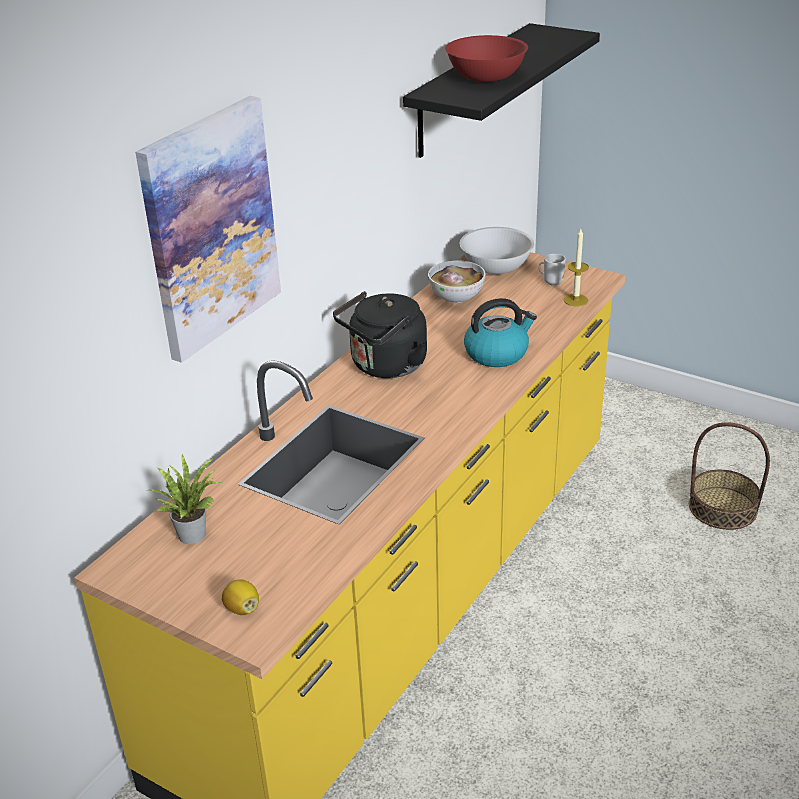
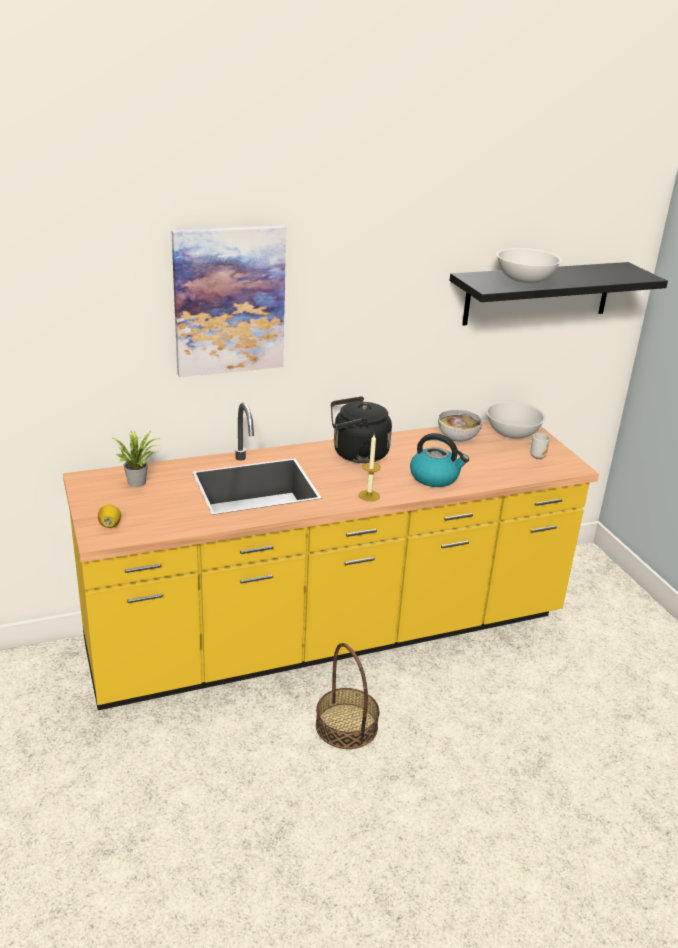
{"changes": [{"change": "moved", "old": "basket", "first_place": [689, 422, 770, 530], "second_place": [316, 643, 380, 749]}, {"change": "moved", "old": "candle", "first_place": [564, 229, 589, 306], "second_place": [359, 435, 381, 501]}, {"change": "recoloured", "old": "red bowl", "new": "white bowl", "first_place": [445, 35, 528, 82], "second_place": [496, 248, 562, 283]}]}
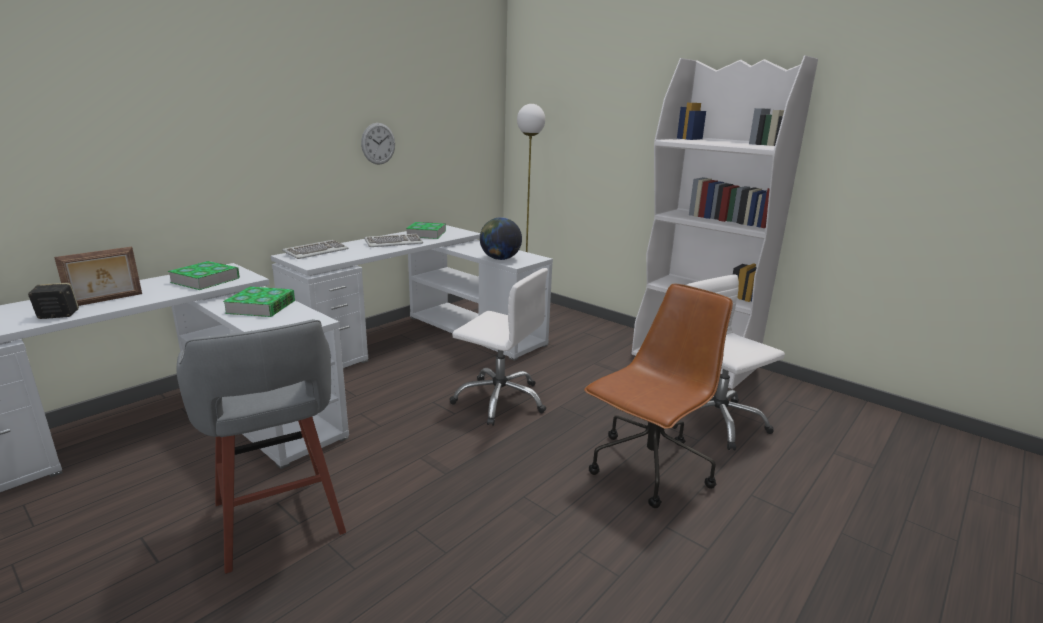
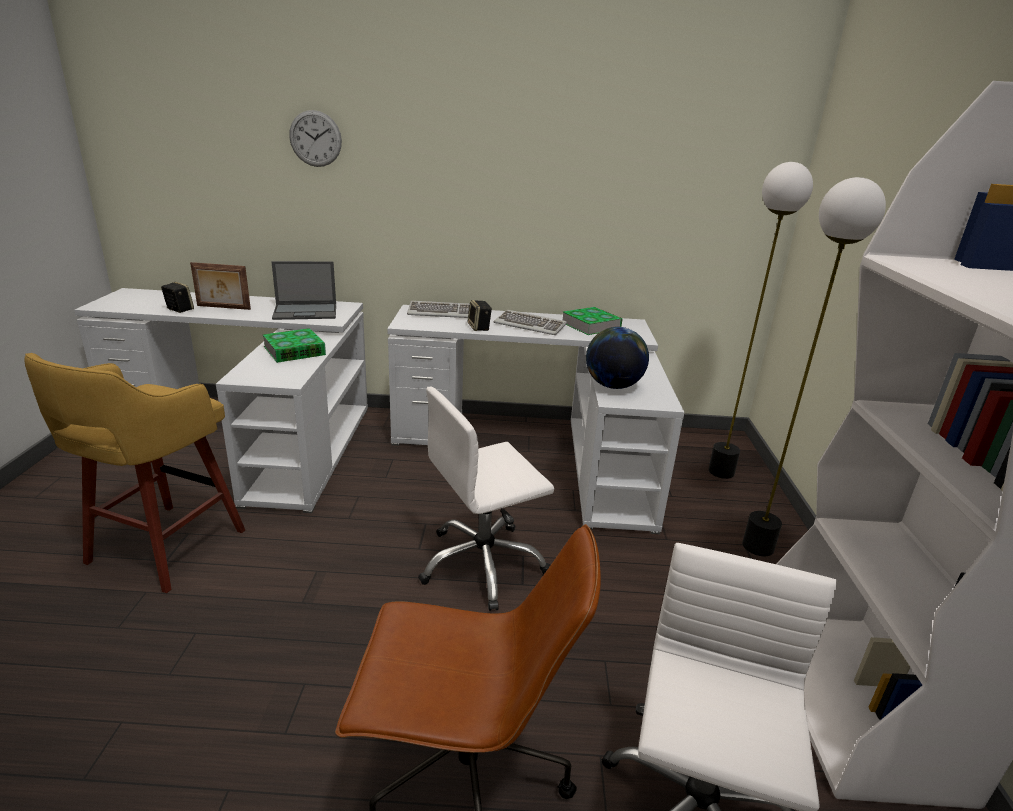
{"changes": [{"change": "recoloured", "old": "grey stool", "new": "yellow stool", "first_place": [177, 319, 346, 574], "second_place": [24, 353, 245, 593]}, {"change": "replaced", "old": "book", "new": "laptop", "first_place": [168, 261, 240, 290], "second_place": [271, 261, 336, 320]}, {"change": "moved", "old": "wall clock", "first_place": [361, 123, 395, 165], "second_place": [289, 110, 342, 167]}, {"change": "turned", "old": "white office chair", "first_place": [450, 268, 548, 426], "second_place": [418, 387, 554, 611], "degrees": 75}, {"change": "added", "new": "speaker", "second_place": [468, 300, 492, 331]}, {"change": "added", "new": "floor lamp", "second_place": [742, 177, 886, 556]}]}
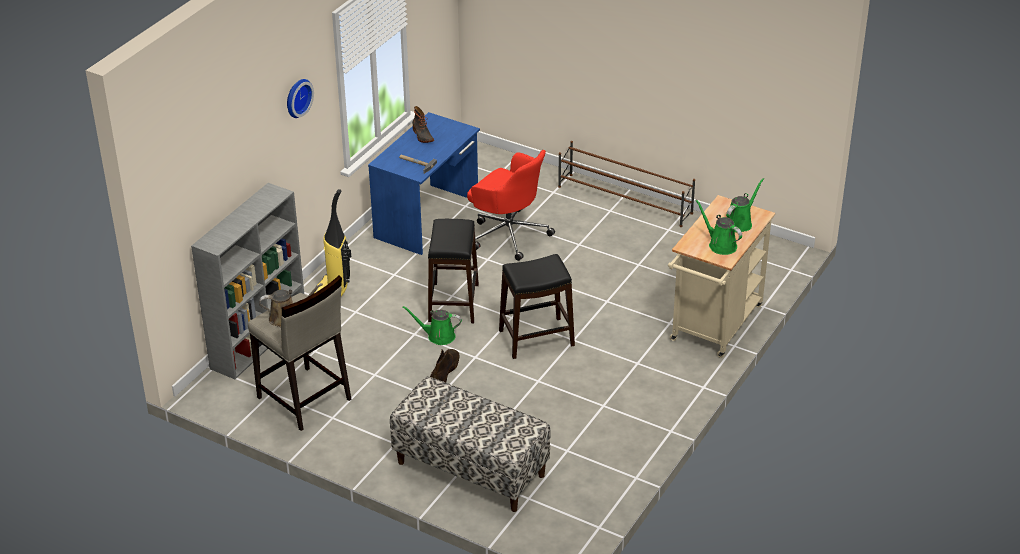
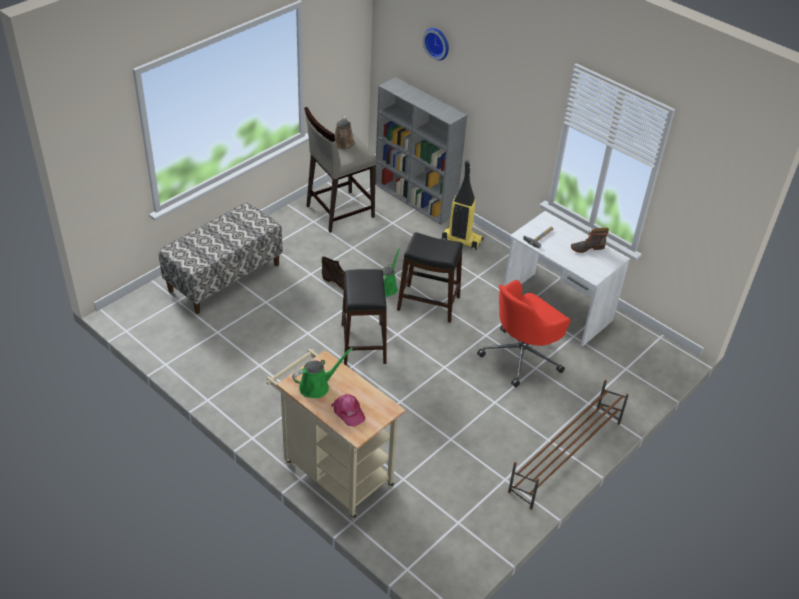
{"changes": [{"change": "replaced", "old": "green watering can", "new": "pink cap", "first_place": [726, 178, 764, 232], "second_place": [332, 394, 365, 426]}, {"change": "moved", "old": "wall clock", "first_place": [287, 79, 314, 118], "second_place": [423, 28, 449, 61]}, {"change": "recoloured", "old": "blue desk", "new": "white desk", "first_place": [368, 112, 480, 255], "second_place": [504, 211, 630, 347]}]}
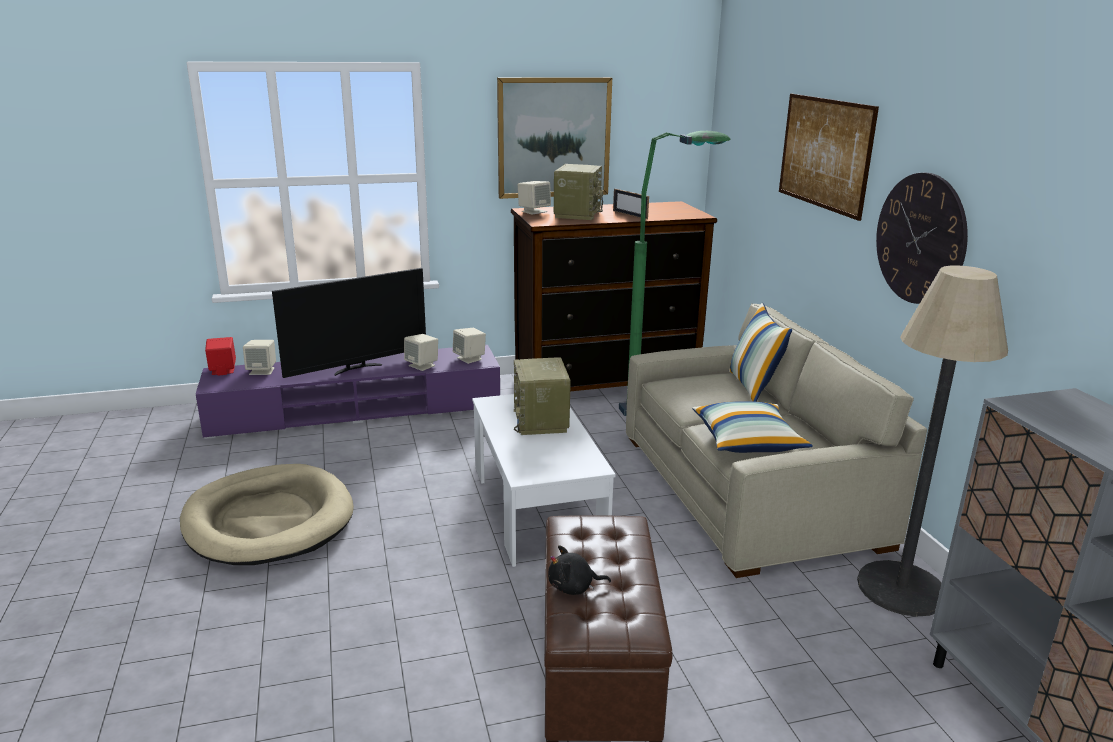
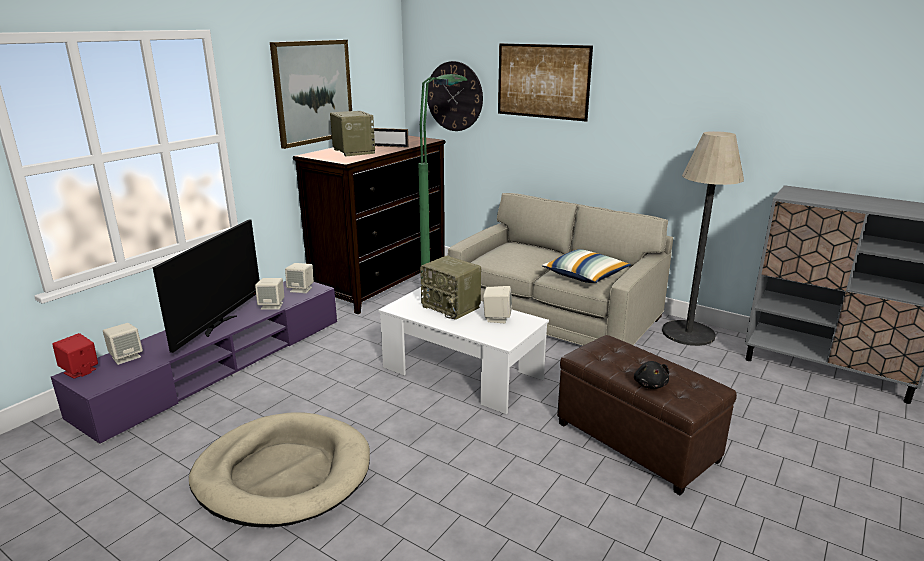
{"changes": [{"change": "moved", "old": "wall clock", "first_place": [876, 173, 968, 304], "second_place": [427, 61, 483, 131]}, {"change": "moved", "old": "beige speaker", "first_place": [518, 181, 551, 215], "second_place": [483, 286, 512, 323]}, {"change": "turned", "old": "black plush toy", "first_place": [548, 545, 611, 595], "second_place": [634, 361, 669, 389], "degrees": -45}, {"change": "removed", "old": "pillow", "first_place": [729, 303, 792, 402]}]}
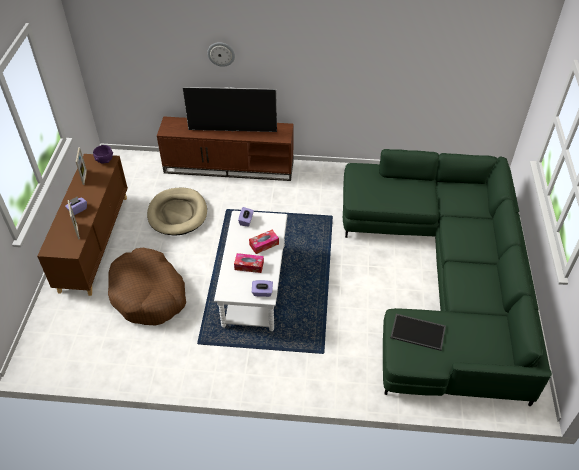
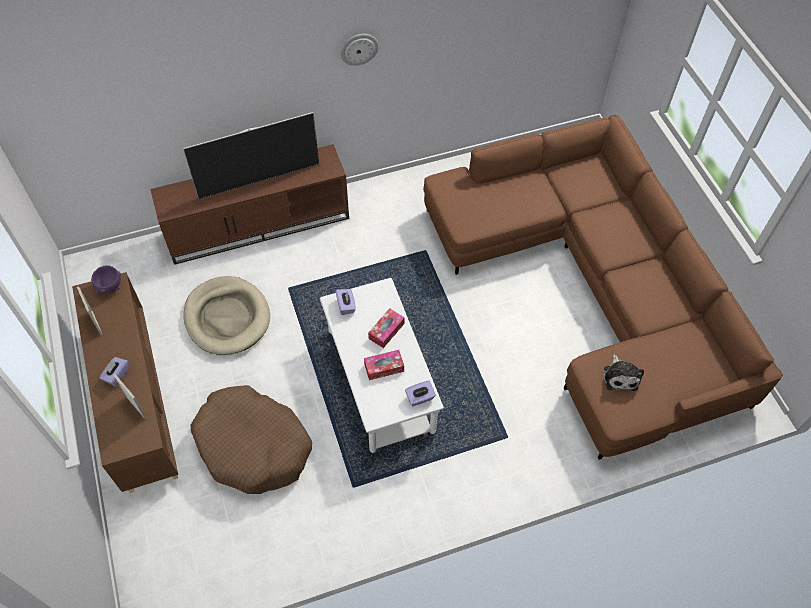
{"changes": [{"change": "moved", "old": "wall clock", "first_place": [207, 42, 235, 67], "second_place": [341, 34, 379, 66]}, {"change": "recoloured", "old": "green sofa", "new": "brown sofa", "first_place": [343, 149, 552, 406], "second_place": [423, 115, 783, 460]}, {"change": "replaced", "old": "tray", "new": "plush toy", "first_place": [390, 314, 446, 351], "second_place": [604, 354, 644, 391]}]}
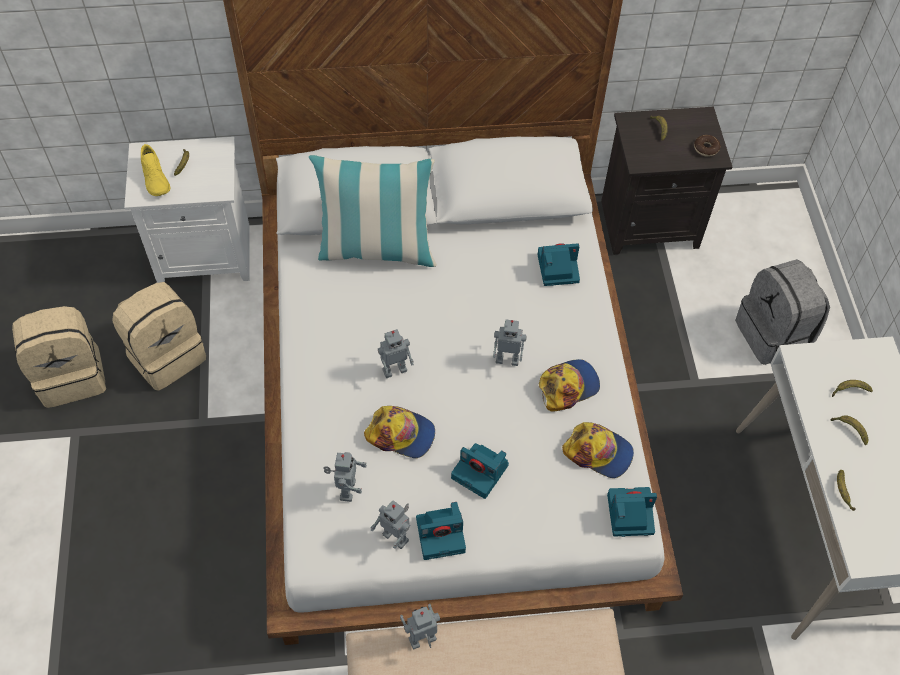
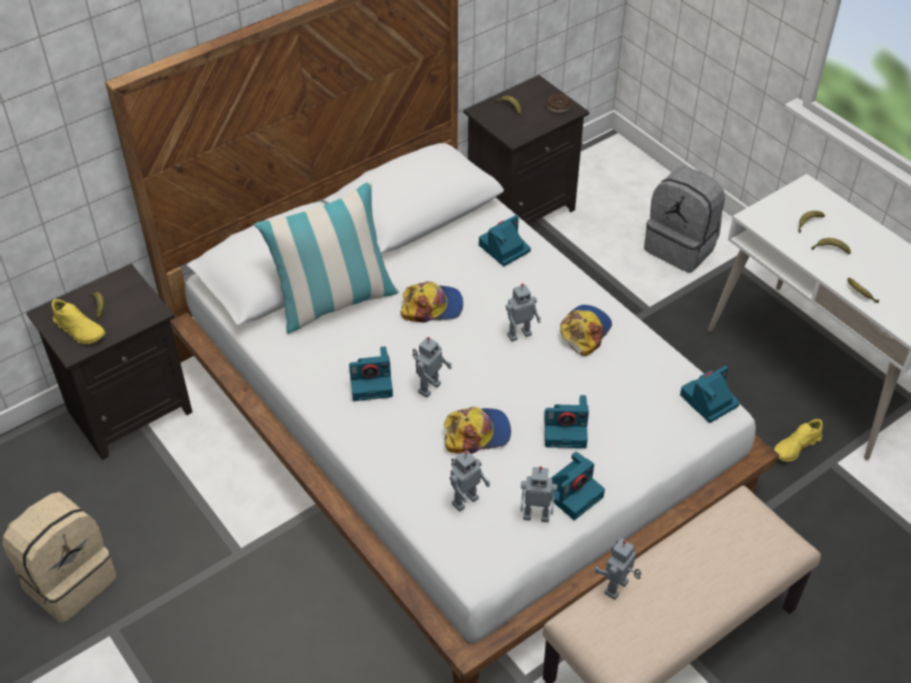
{"changes": [{"change": "recoloured", "old": "white nightstand", "new": "black nightstand", "first_place": [124, 137, 250, 283], "second_place": [26, 264, 192, 460]}, {"change": "added", "new": "photo camera", "second_place": [349, 346, 393, 401]}, {"change": "moved", "old": "cap", "first_place": [562, 422, 634, 478], "second_place": [400, 281, 463, 323]}, {"change": "turned", "old": "toy robot", "first_place": [323, 452, 367, 502], "second_place": [450, 450, 490, 511], "degrees": 75}, {"change": "added", "new": "yellow shoe", "second_place": [774, 419, 823, 462]}, {"change": "removed", "old": "beige backpack", "first_place": [112, 282, 206, 391]}]}
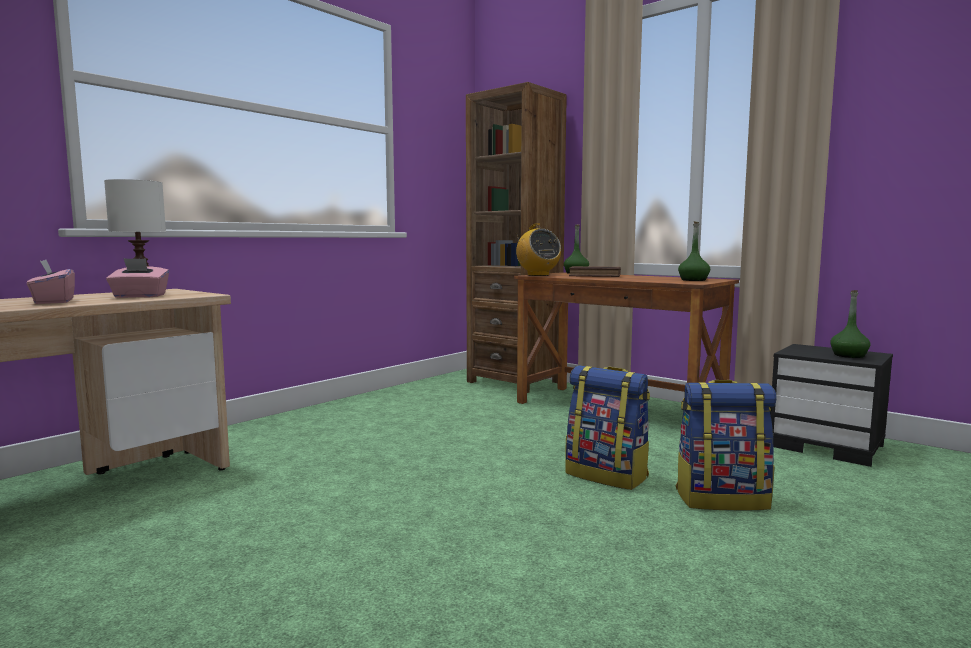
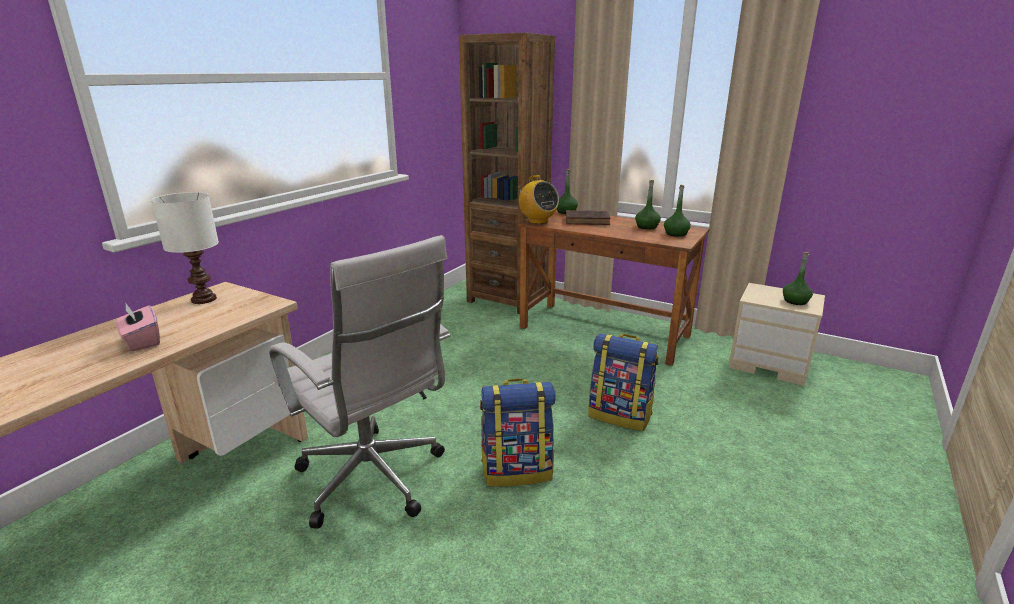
{"changes": [{"change": "added", "new": "white office chair", "second_place": [269, 235, 450, 529]}, {"change": "moved", "old": "backpack", "first_place": [676, 380, 776, 511], "second_place": [480, 378, 556, 487]}, {"change": "added", "new": "green bottle", "second_place": [635, 180, 661, 229]}, {"change": "recoloured", "old": "black nightstand", "new": "beige nightstand", "first_place": [770, 344, 893, 467], "second_place": [729, 283, 825, 386]}, {"change": "removed", "old": "pink tissue box", "first_place": [106, 258, 169, 298]}]}
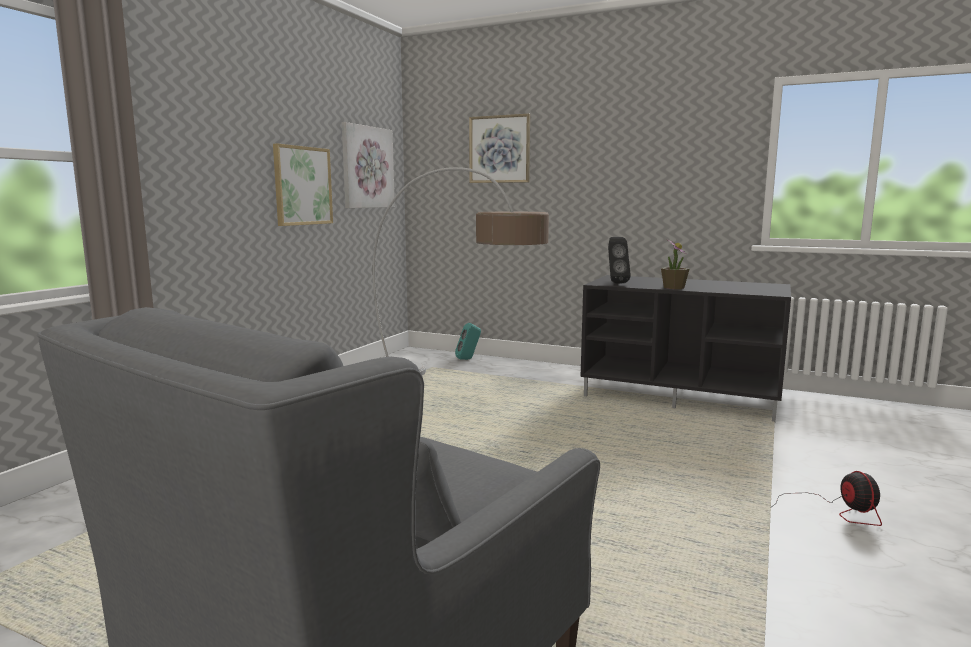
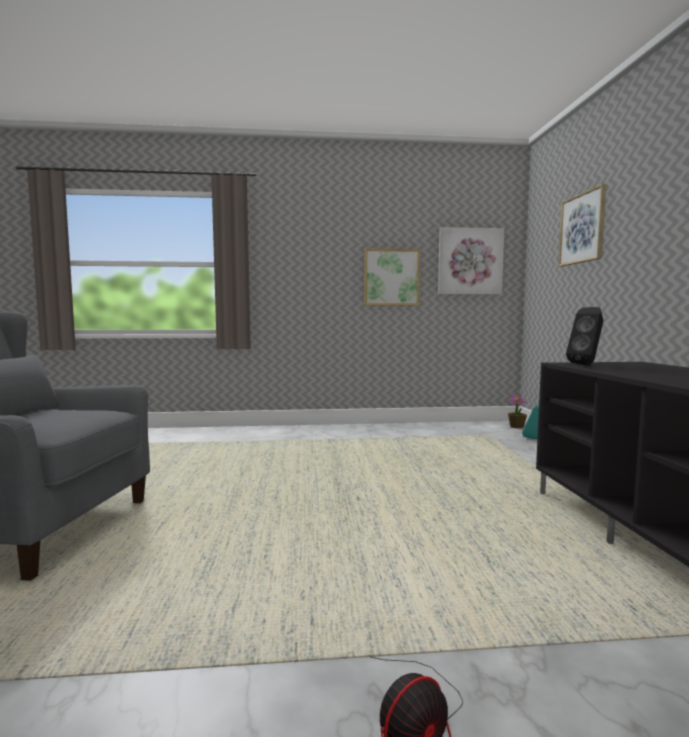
{"changes": [{"change": "moved", "old": "potted plant", "first_place": [661, 239, 689, 289], "second_place": [508, 394, 527, 428]}, {"change": "removed", "old": "floor lamp", "first_place": [373, 167, 549, 375]}]}
